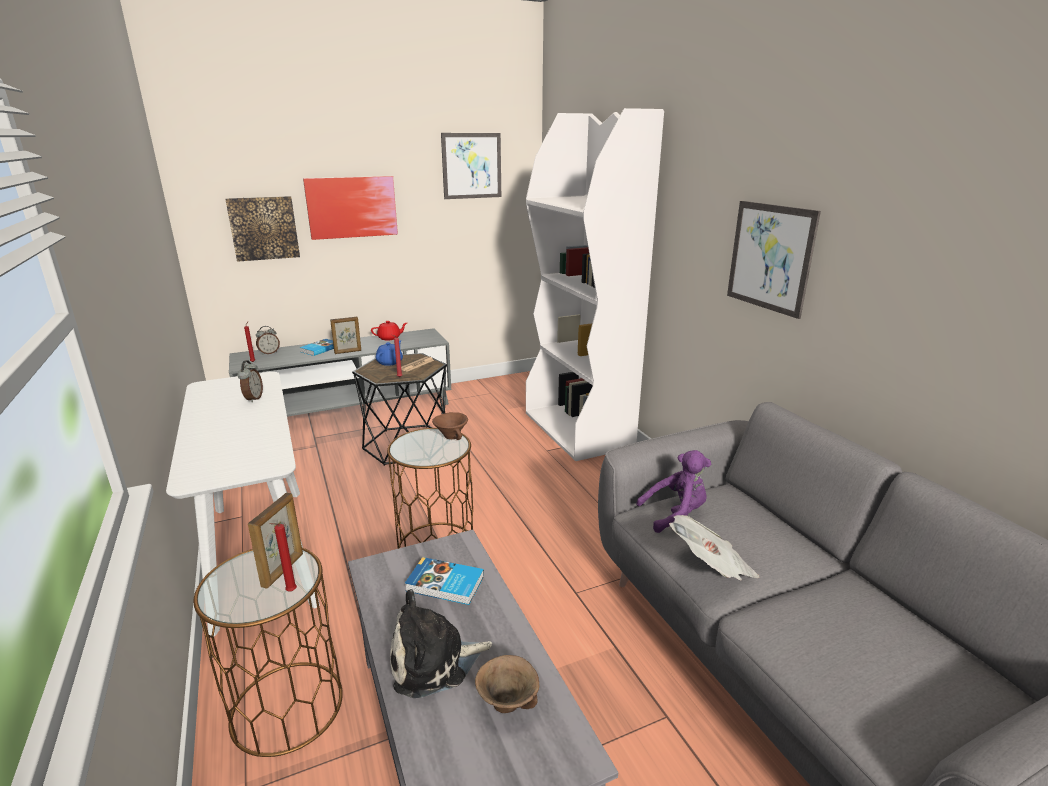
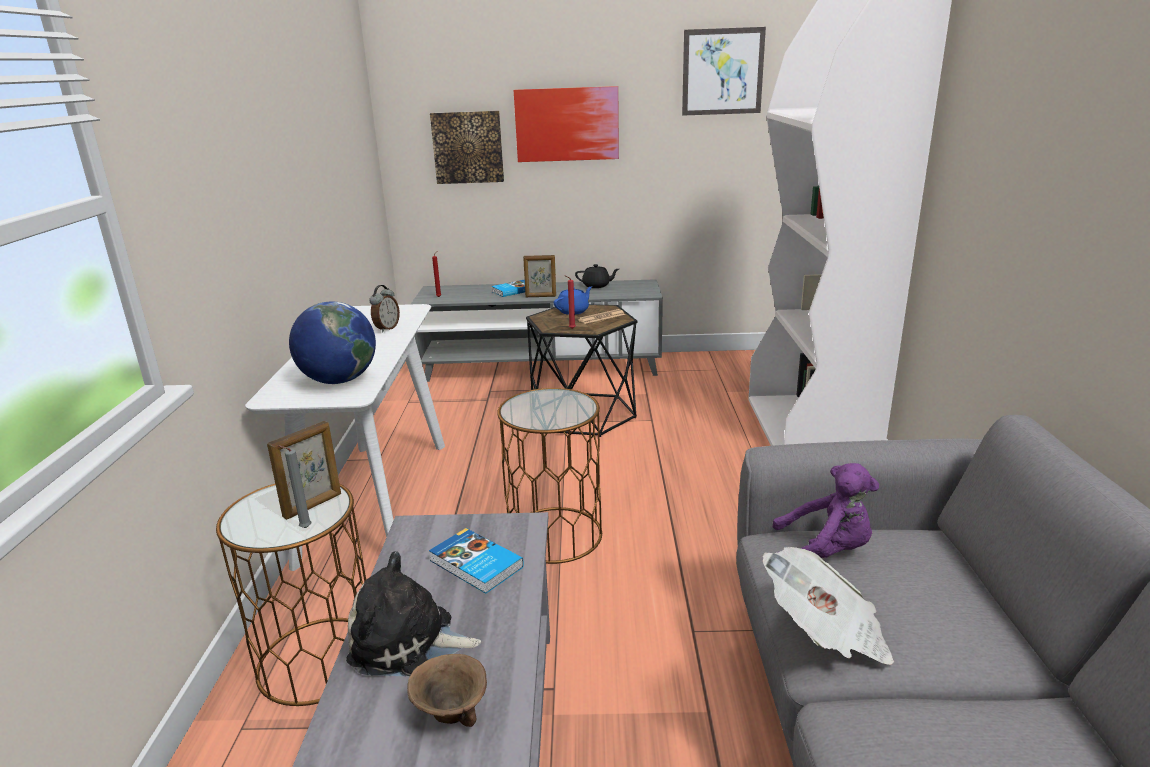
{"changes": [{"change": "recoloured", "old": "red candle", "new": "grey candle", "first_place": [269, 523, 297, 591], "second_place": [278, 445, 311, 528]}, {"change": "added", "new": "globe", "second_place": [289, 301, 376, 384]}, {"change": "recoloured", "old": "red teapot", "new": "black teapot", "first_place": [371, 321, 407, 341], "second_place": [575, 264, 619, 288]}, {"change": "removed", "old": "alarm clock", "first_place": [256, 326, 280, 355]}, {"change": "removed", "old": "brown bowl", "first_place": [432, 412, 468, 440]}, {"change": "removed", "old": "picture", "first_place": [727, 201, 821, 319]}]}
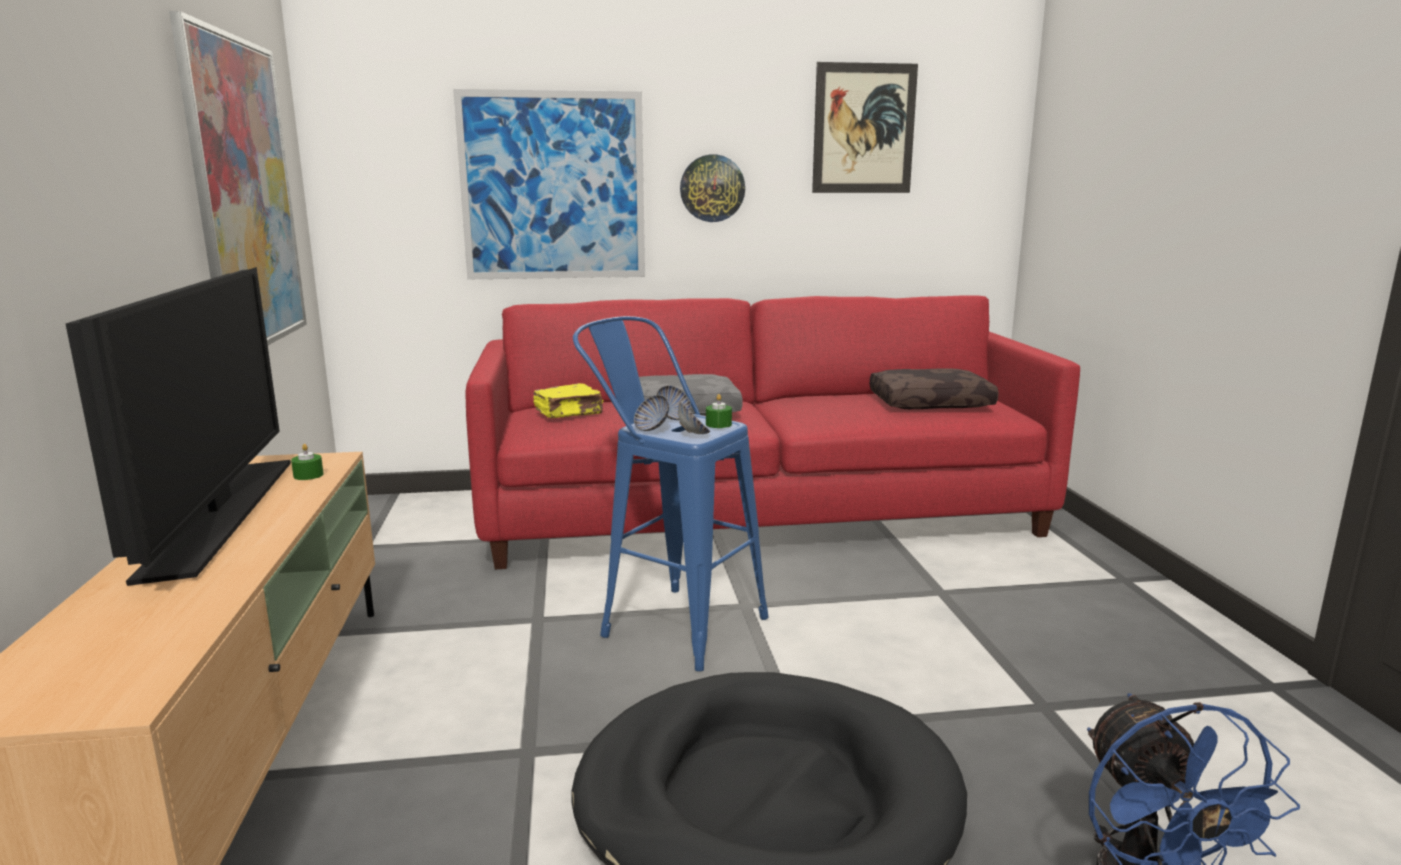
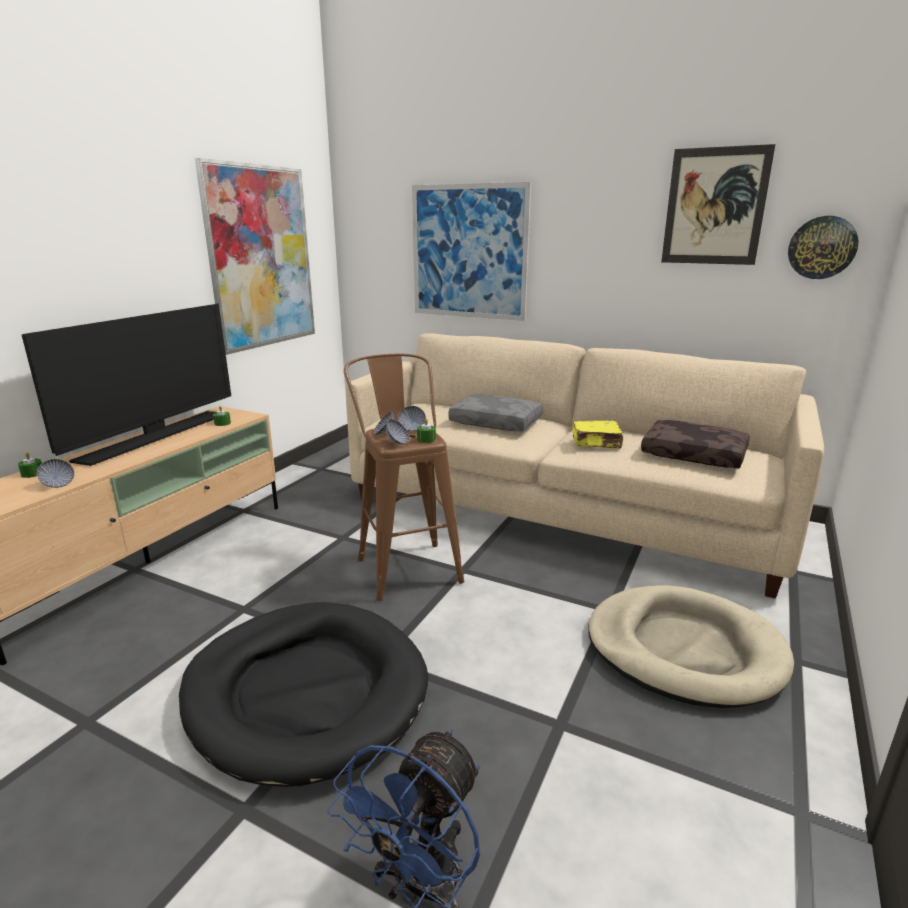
{"changes": [{"change": "added", "new": "green candle", "second_place": [18, 452, 42, 478]}, {"change": "added", "new": "bowl", "second_place": [37, 459, 74, 488]}, {"change": "recoloured", "old": "blue stool", "new": "brown stool", "first_place": [573, 316, 769, 671], "second_place": [344, 354, 464, 601]}, {"change": "recoloured", "old": "red sofa", "new": "beige sofa", "first_place": [465, 295, 1080, 570], "second_place": [346, 333, 824, 599]}, {"change": "moved", "old": "yellow book", "first_place": [533, 383, 603, 418], "second_place": [572, 420, 624, 449]}, {"change": "added", "new": "beige dog bed", "second_place": [588, 585, 794, 708]}, {"change": "moved", "old": "wall clock", "first_place": [680, 154, 745, 222], "second_place": [788, 216, 859, 279]}]}
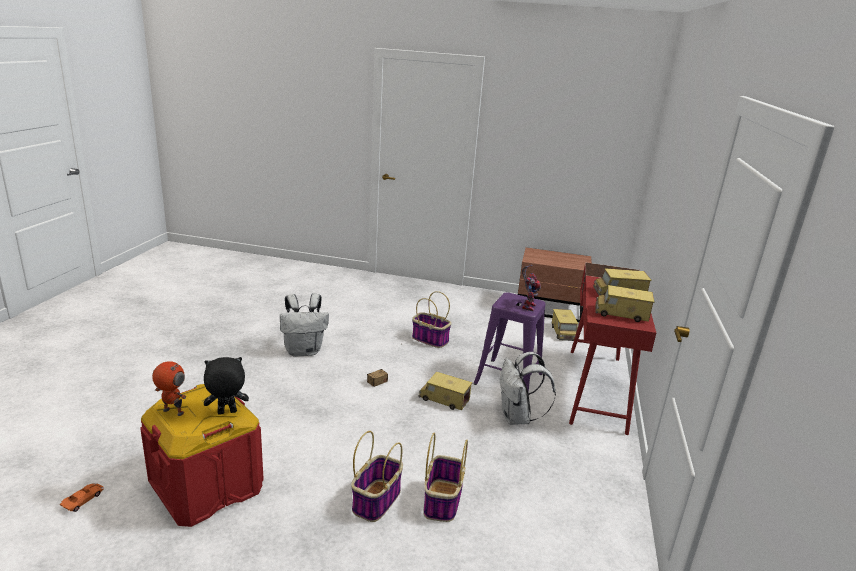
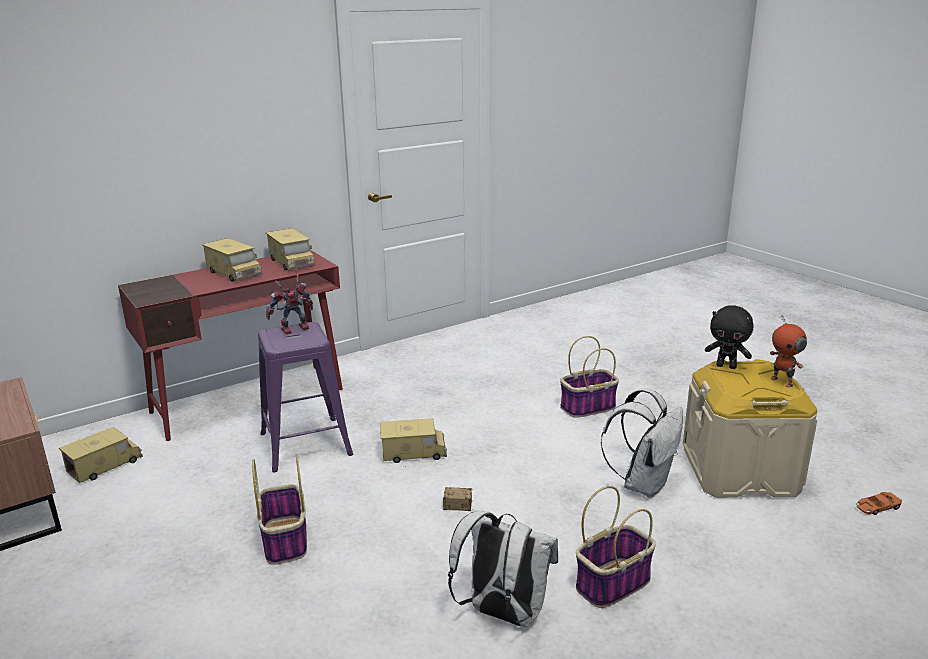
{"changes": [{"change": "turned", "old": "toy truck", "first_place": [419, 372, 473, 410], "second_place": [380, 418, 447, 463], "degrees": -75}, {"change": "moved", "old": "basket", "first_place": [423, 433, 468, 522], "second_place": [576, 486, 656, 608]}, {"change": "moved", "old": "white backpack", "first_place": [500, 352, 556, 425], "second_place": [601, 388, 683, 498]}, {"change": "recoloured", "old": "red storage box", "new": "beige storage box", "first_place": [140, 384, 264, 527], "second_place": [683, 359, 817, 498]}]}
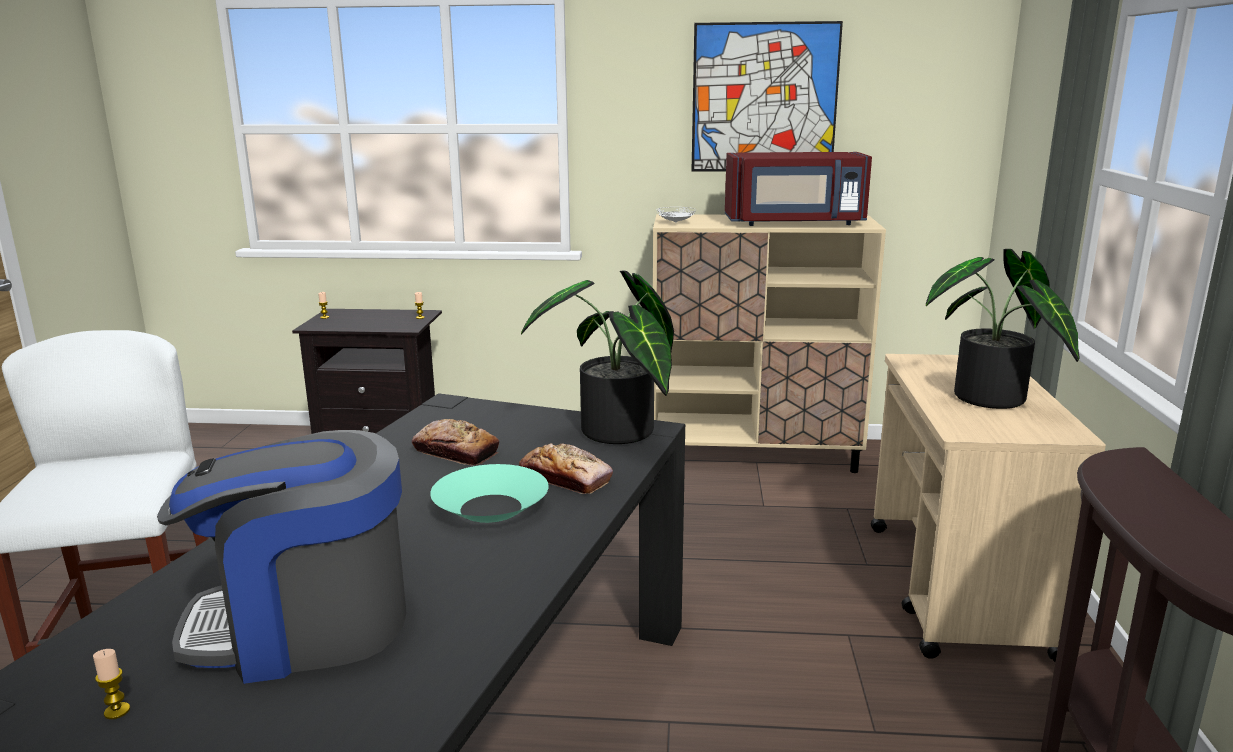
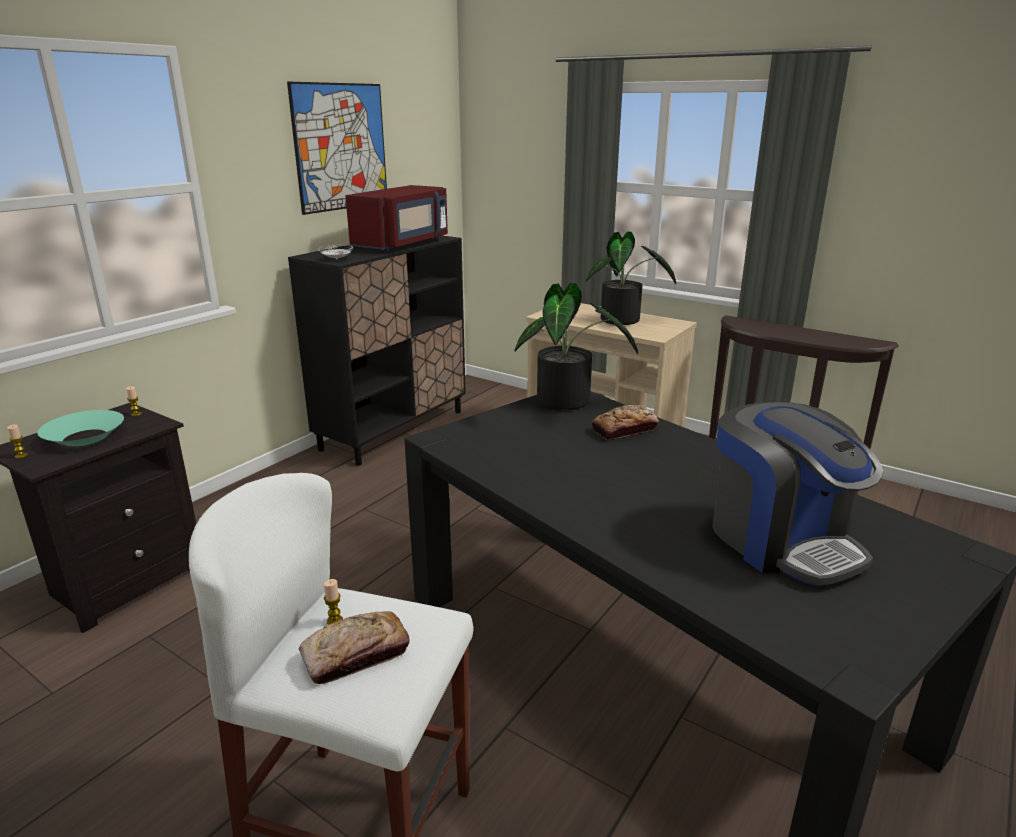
{"changes": [{"change": "moved", "old": "turquoise bowl", "first_place": [430, 464, 549, 523], "second_place": [37, 410, 124, 446]}, {"change": "recoloured", "old": "beige cabinet", "new": "black cabinet", "first_place": [653, 214, 886, 473], "second_place": [288, 236, 466, 466]}, {"change": "moved", "old": "bread", "first_place": [412, 419, 499, 465], "second_place": [299, 611, 409, 684]}, {"change": "moved", "old": "candle", "first_place": [93, 649, 130, 719], "second_place": [324, 579, 343, 625]}, {"change": "turned", "old": "coffee machine", "first_place": [157, 430, 406, 684], "second_place": [712, 402, 884, 586], "degrees": -45}]}
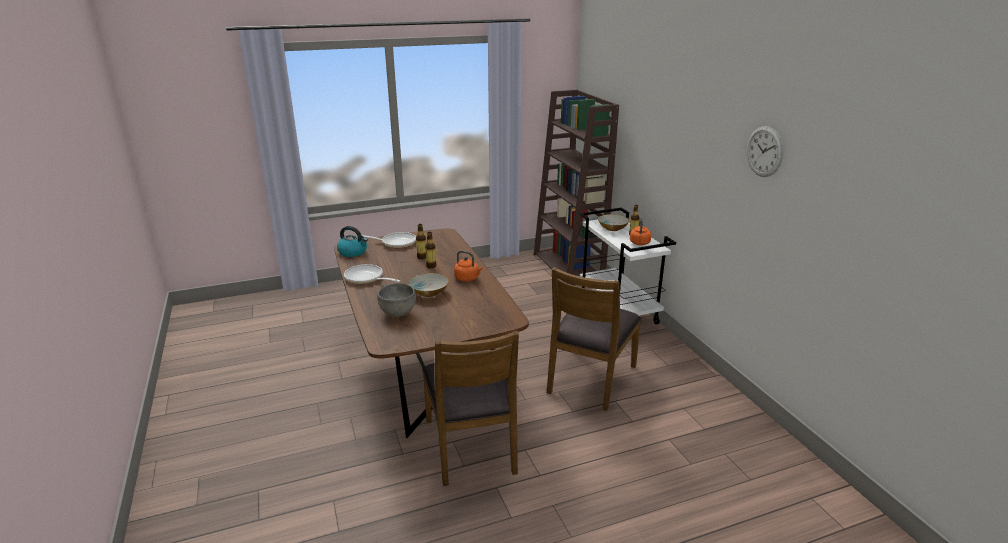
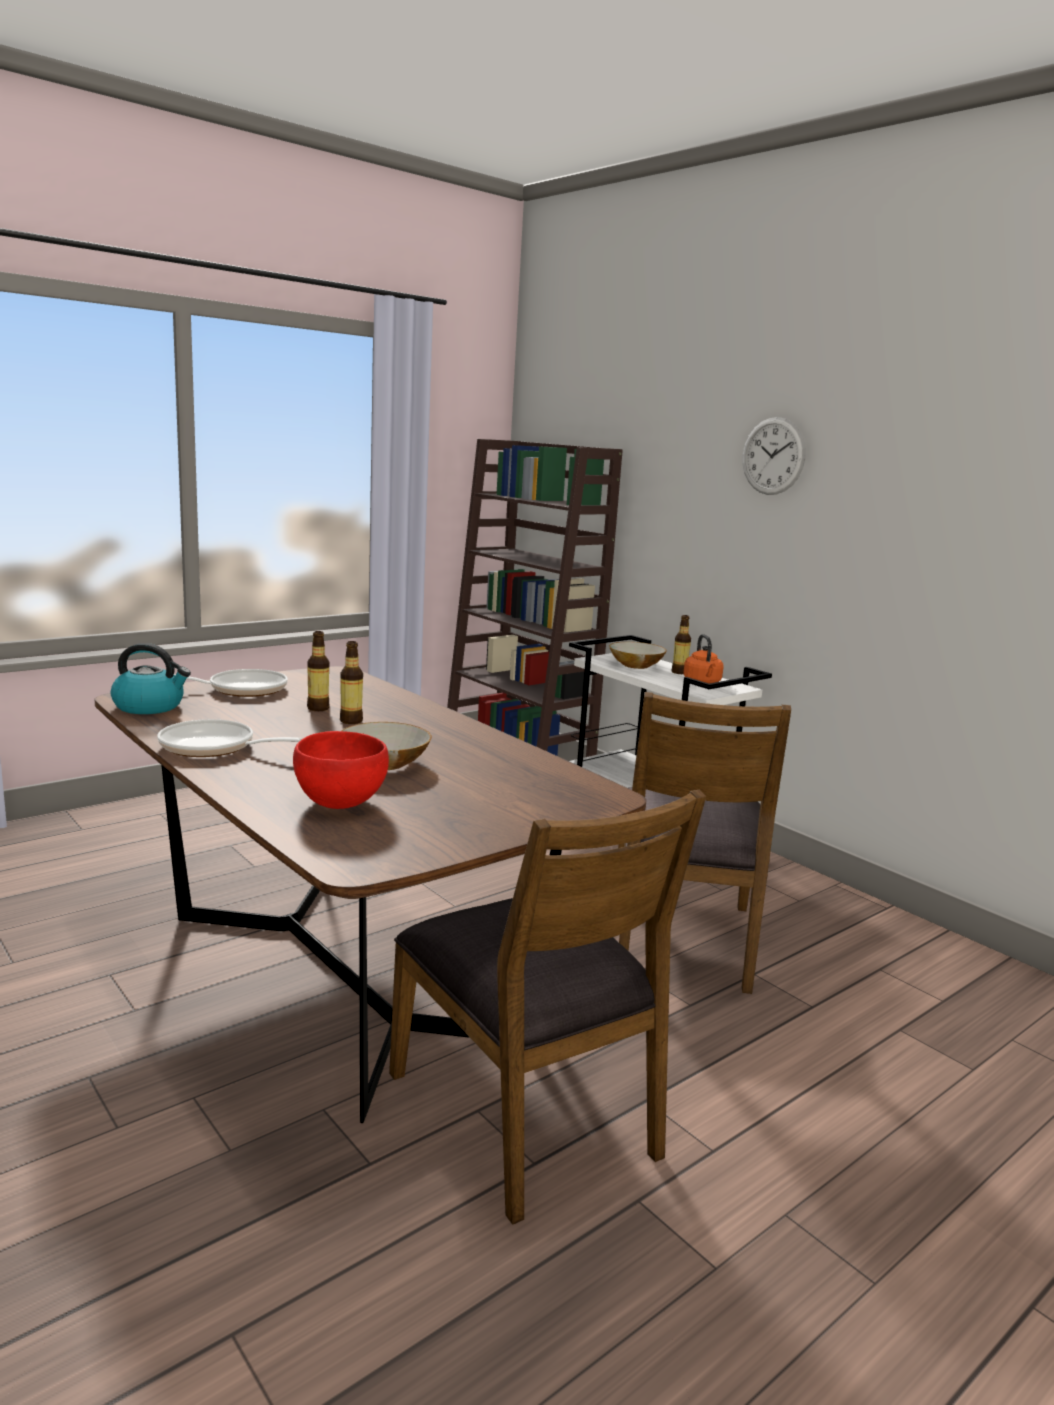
{"changes": [{"change": "recoloured", "old": "grey bowl", "new": "red bowl", "first_place": [377, 283, 416, 317], "second_place": [293, 731, 389, 809]}, {"change": "moved", "old": "wall clock", "first_place": [746, 126, 784, 177], "second_place": [742, 417, 806, 495]}, {"change": "removed", "old": "orange kettle", "first_place": [454, 251, 483, 282]}]}
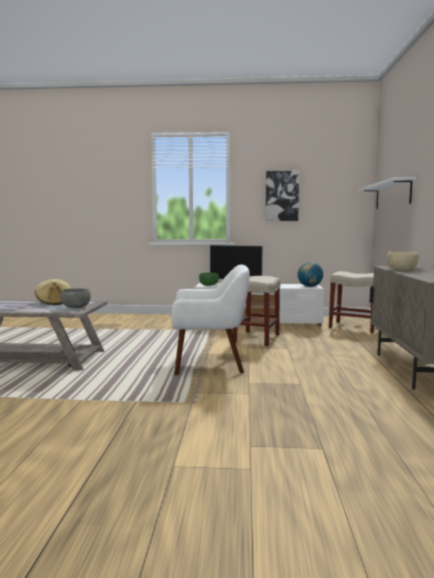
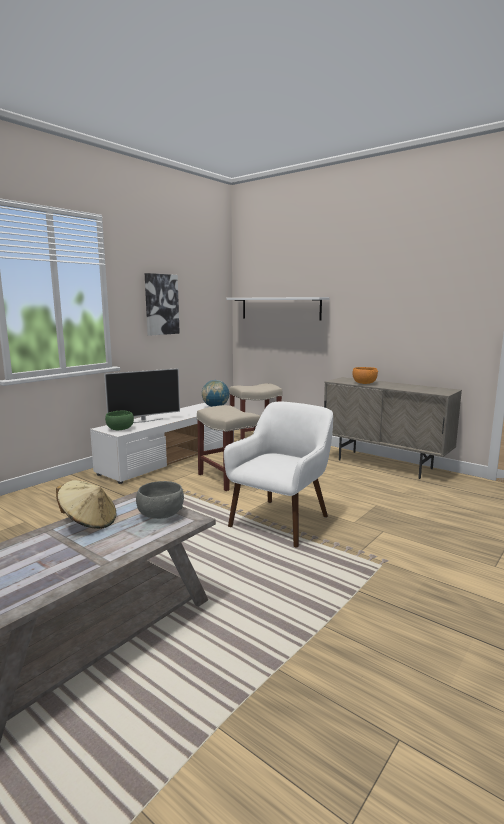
{"changes": [{"change": "recoloured", "old": "beige bowl", "new": "orange bowl", "first_place": [387, 251, 419, 270], "second_place": [353, 367, 378, 384]}]}
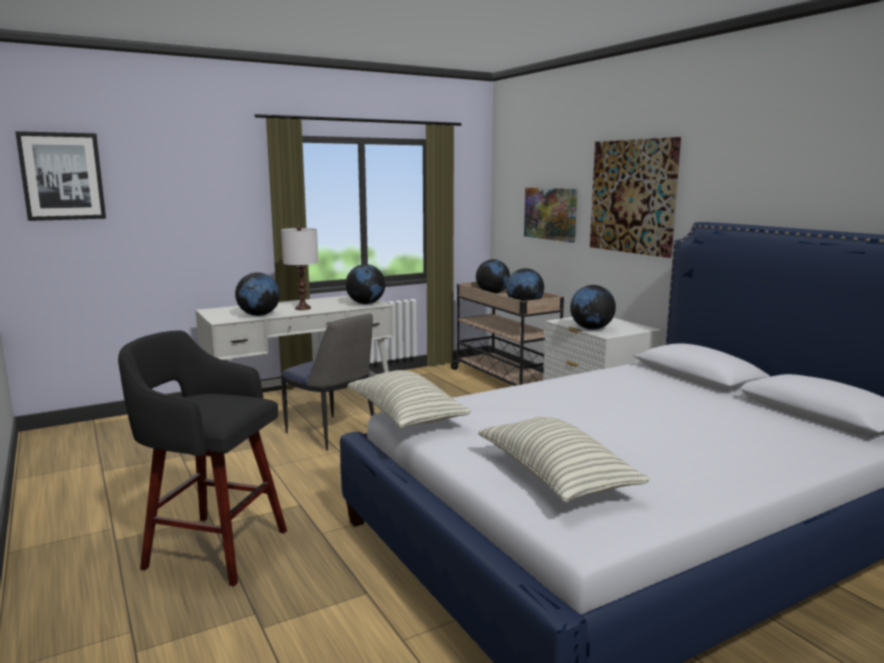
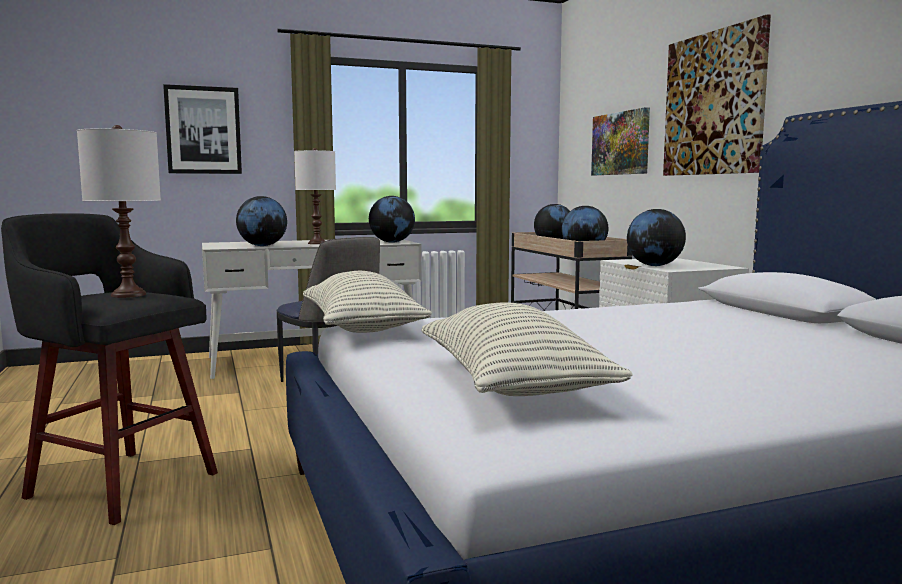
{"changes": [{"change": "added", "new": "white table lamp", "second_place": [77, 125, 161, 298]}, {"change": "moved", "old": "picture", "first_place": [15, 131, 106, 221], "second_place": [163, 84, 242, 174]}]}
